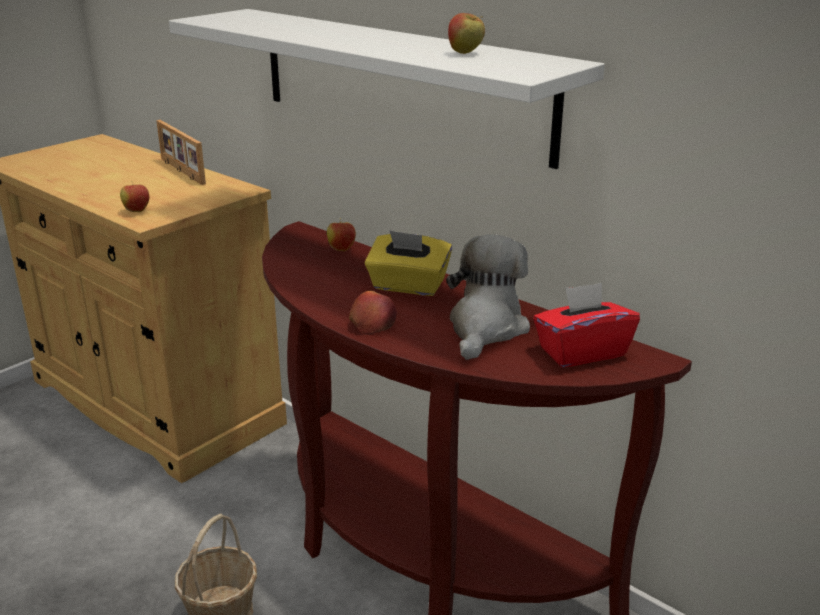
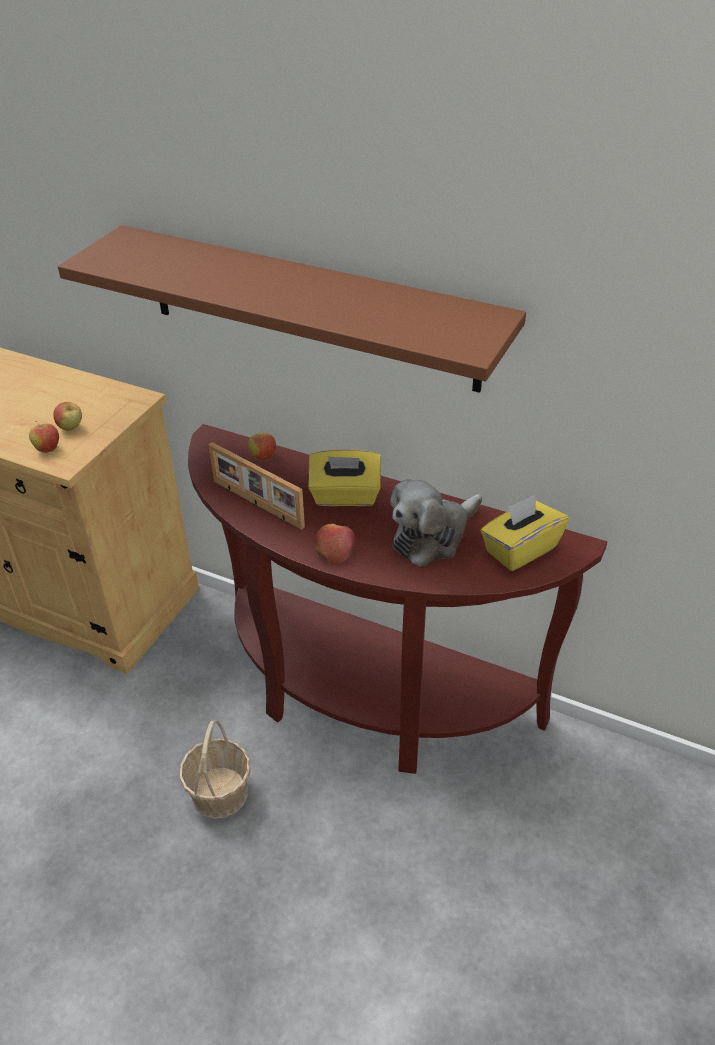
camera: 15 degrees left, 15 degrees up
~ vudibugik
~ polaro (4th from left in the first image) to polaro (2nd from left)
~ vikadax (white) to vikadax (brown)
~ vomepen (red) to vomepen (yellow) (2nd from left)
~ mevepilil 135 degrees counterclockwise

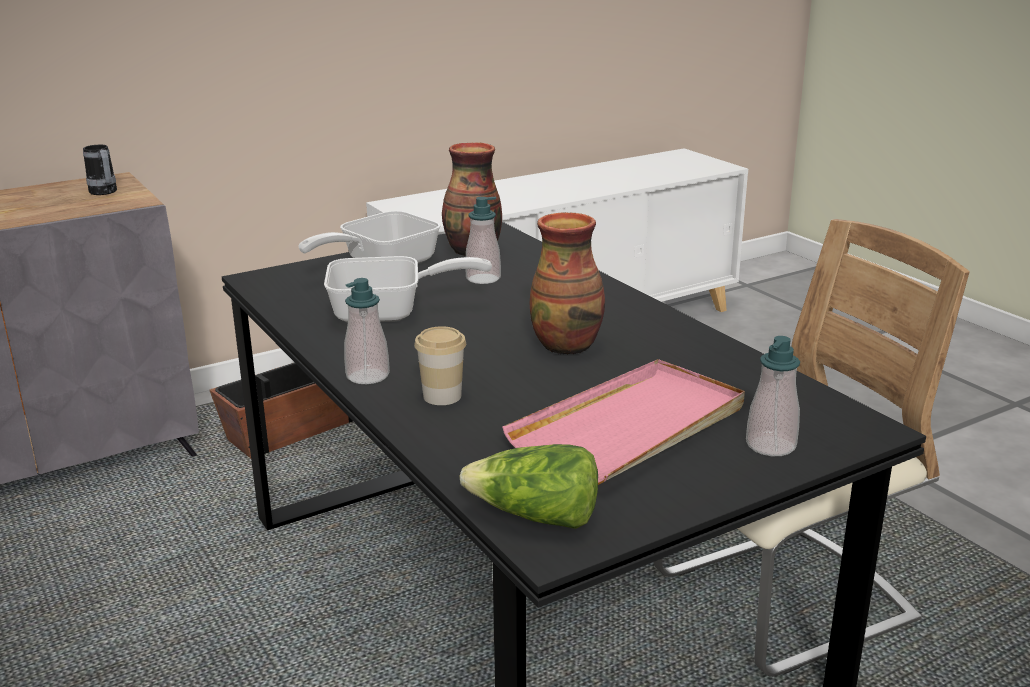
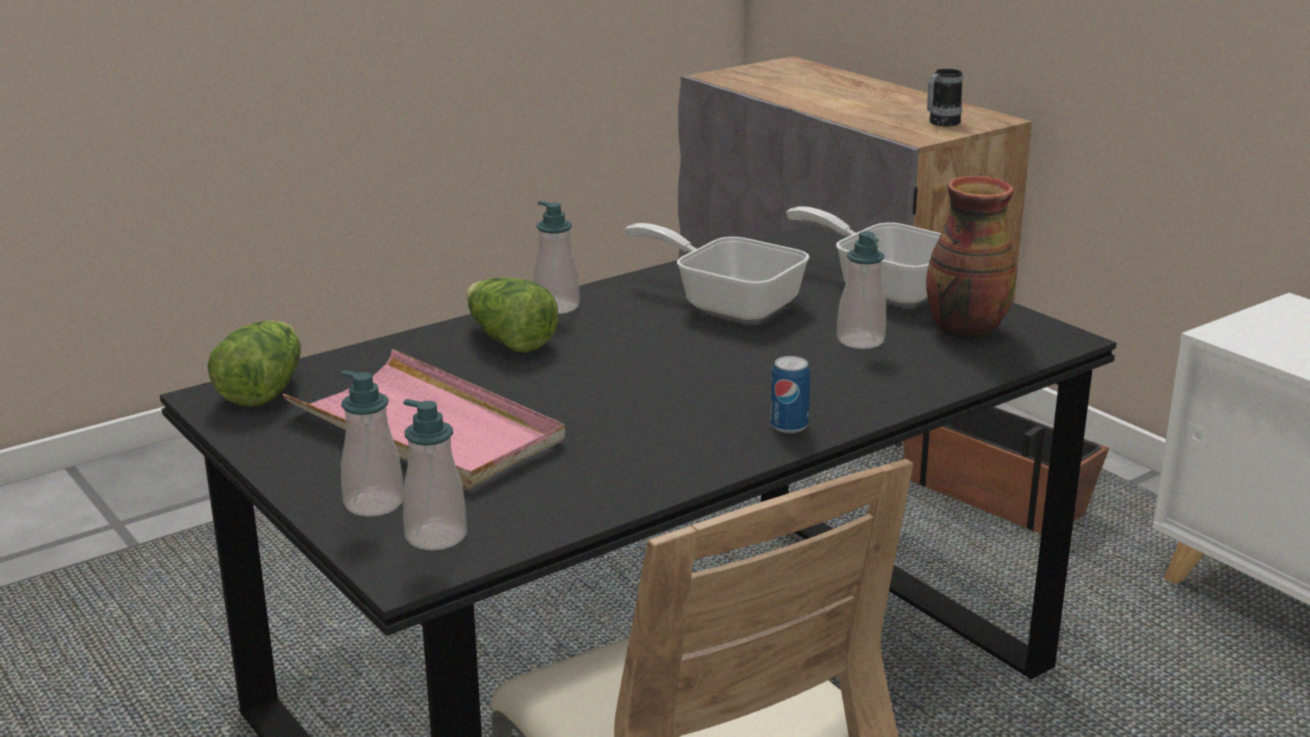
camera: 85 degrees right, 0 degrees up
- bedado (2nd from left)
+ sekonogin (2nd from left)
+ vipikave
~ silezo to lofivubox (2nd from left)
~ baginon (2nd from left in the first image) 135 degrees clockwise

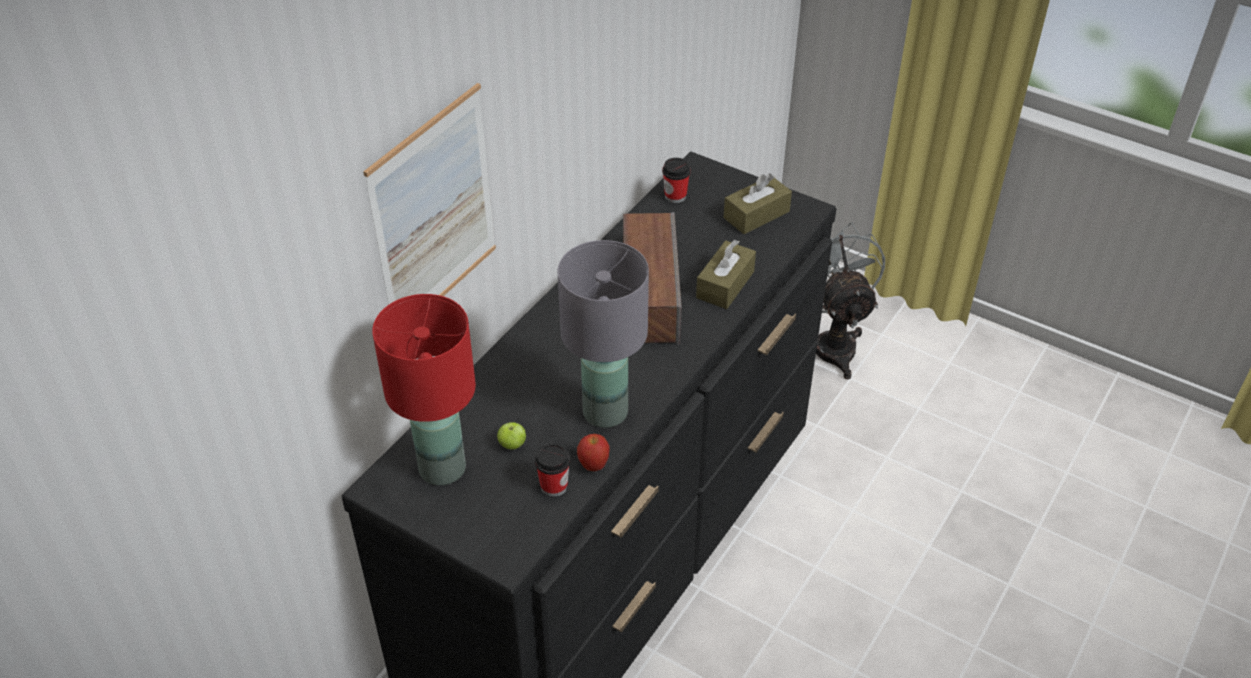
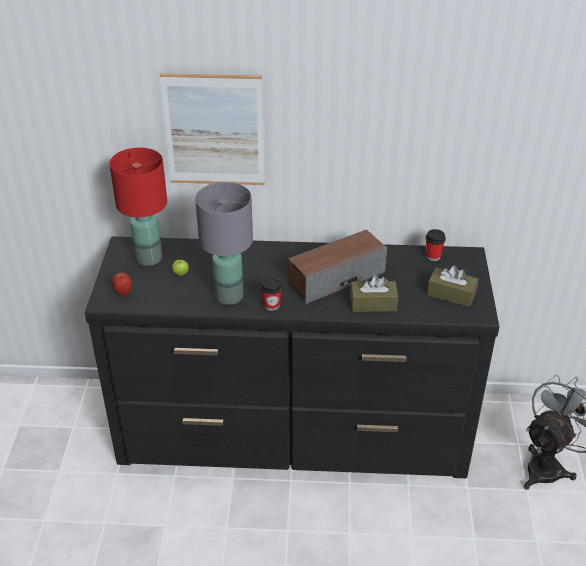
camera: 60 degrees right, 5 degrees down
~ silezo (1st from left)
~ polaro (2nd from left in the first image) to polaro (1st from left)

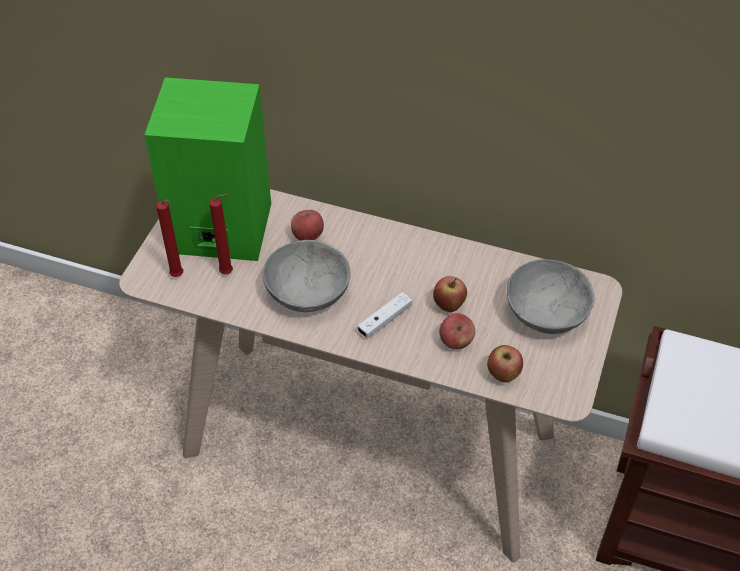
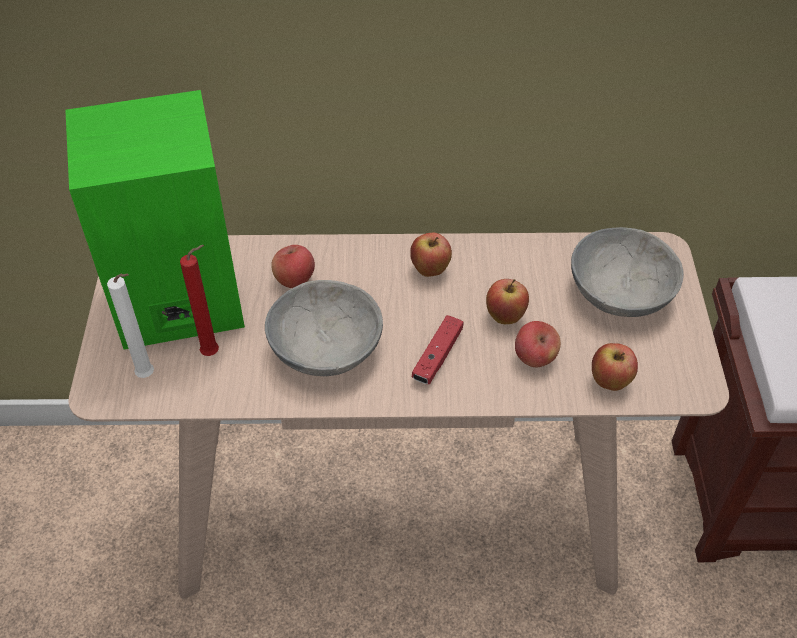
camera: 20 degrees left, 0 degrees up
+ polaro (2nd from left)
~ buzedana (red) (1st from left) to buzedana (white)
~ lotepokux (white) to lotepokux (red)

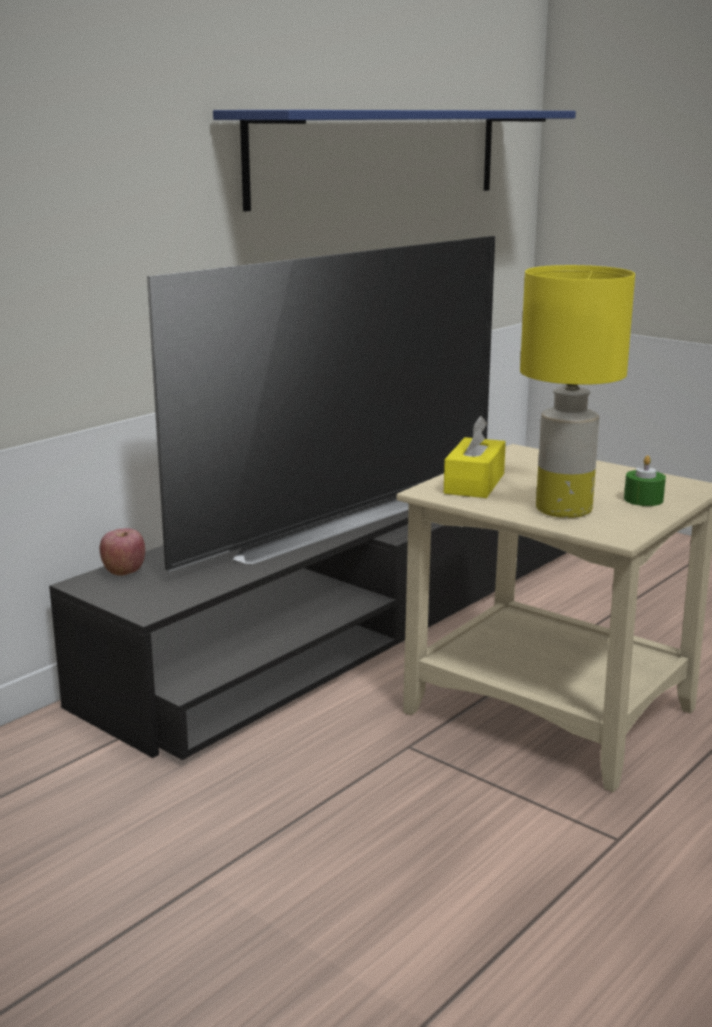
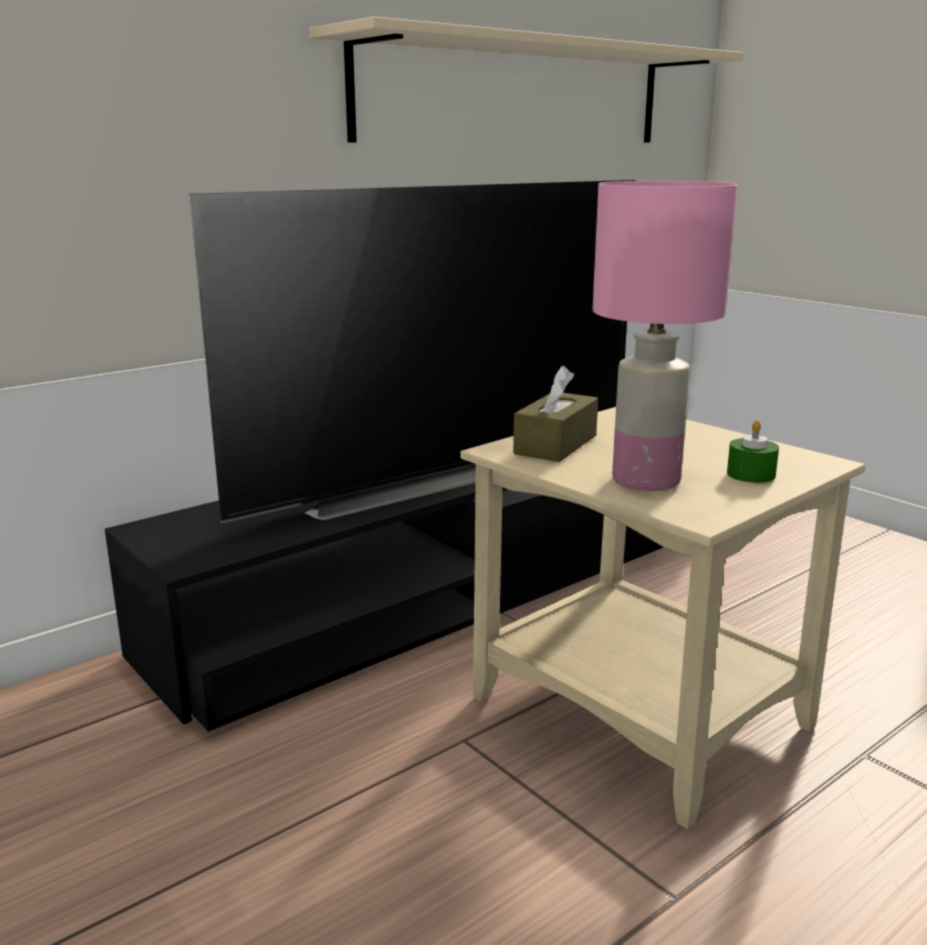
camera: 10 degrees right, 0 degrees up
- polaro
~ vikadax (blue) to vikadax (beige)
~ vomepen (yellow) to vomepen (brown)
~ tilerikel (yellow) to tilerikel (pink)

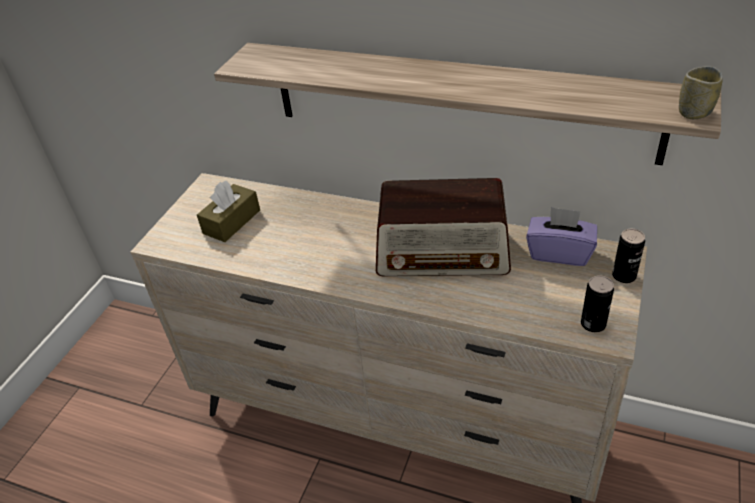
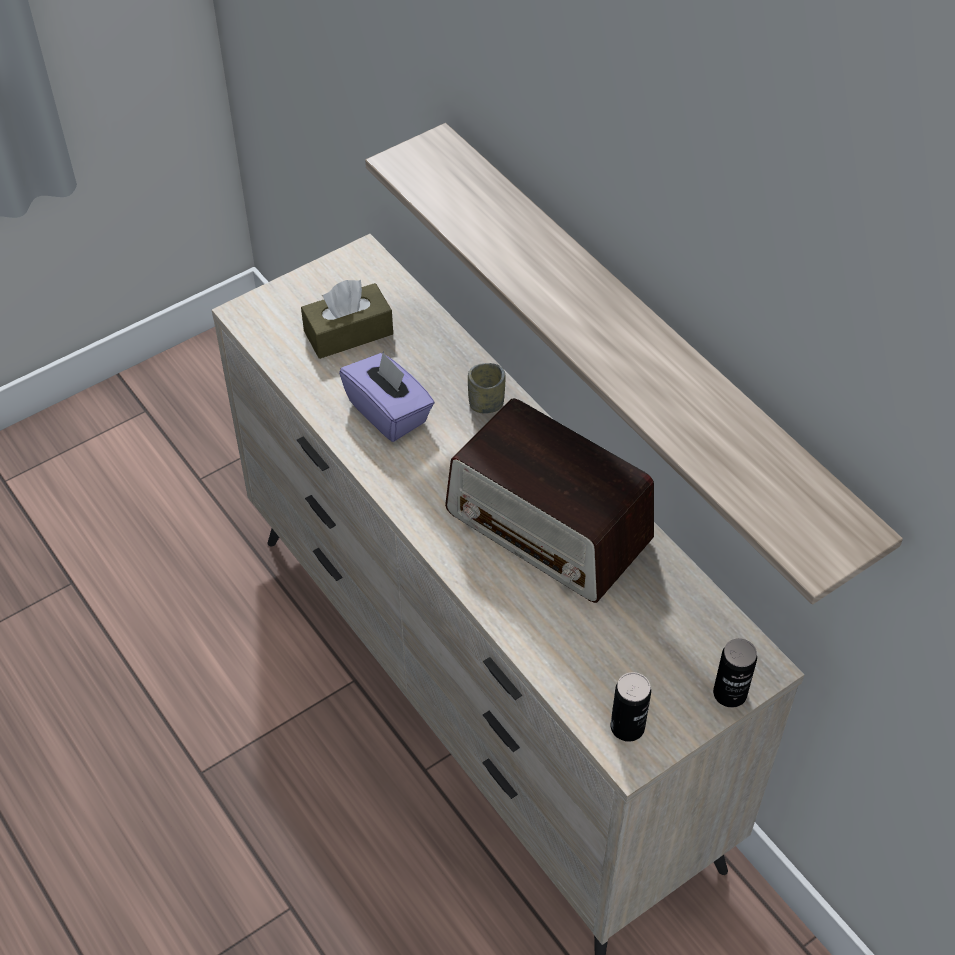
camera: 30 degrees right, 10 degrees up
~ vomepen (purple)
~ silezo

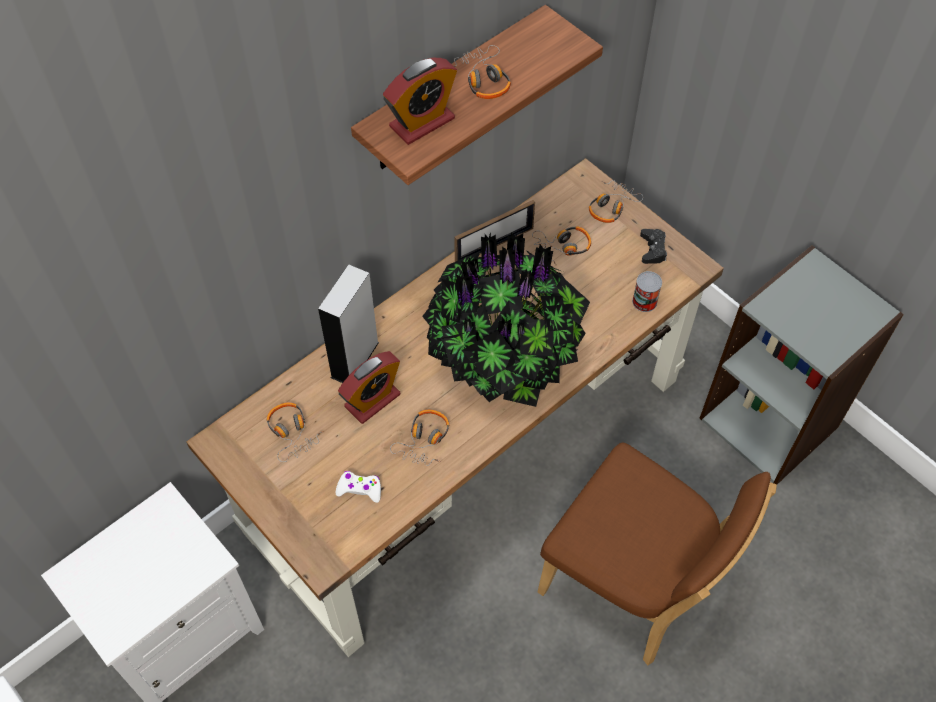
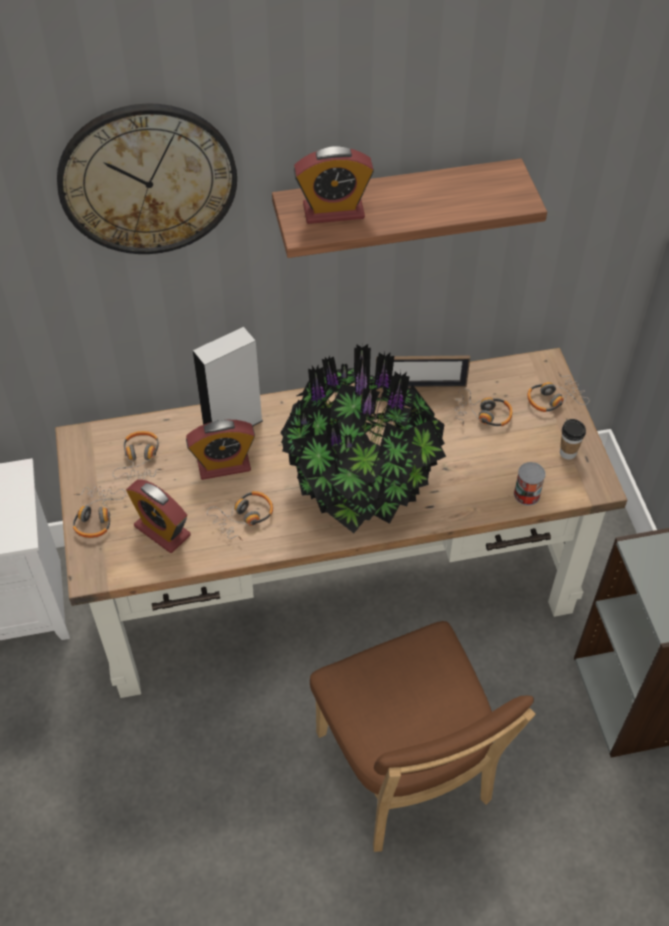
camera: 30 degrees right, 5 degrees down
+ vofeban
~ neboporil (3rd from left in the first image) to neboporil (1st from left)
~ lotepokux (white) to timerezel (1st from left)
~ lotepokux (black) to silezo

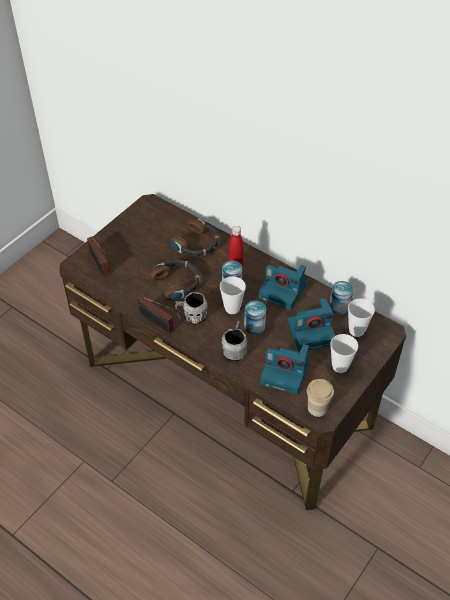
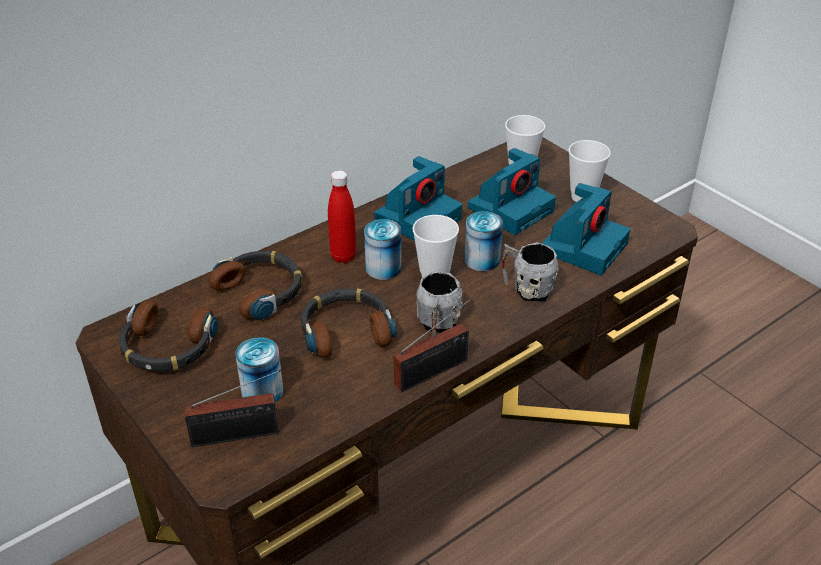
camera: 75 degrees left, 10 degrees down
- silezo (2nd from left)
+ neboporil (1st from left)
~ vipikave (3rd from left in the first image) to vipikave (1st from left)
~ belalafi (3rd from left in the first image) 45 degrees clockwise

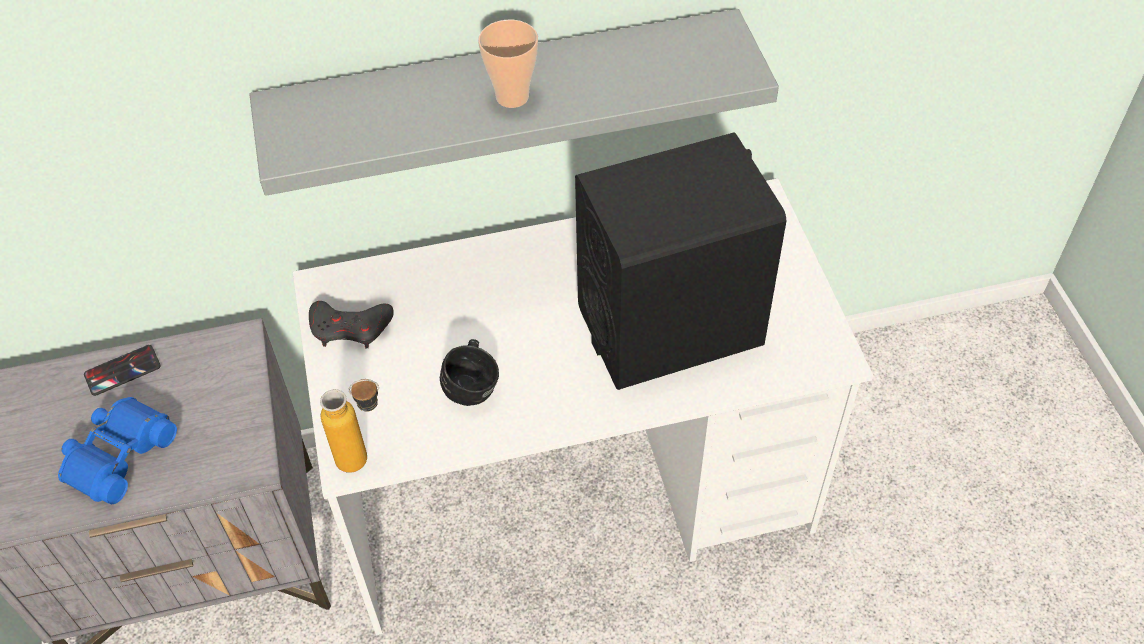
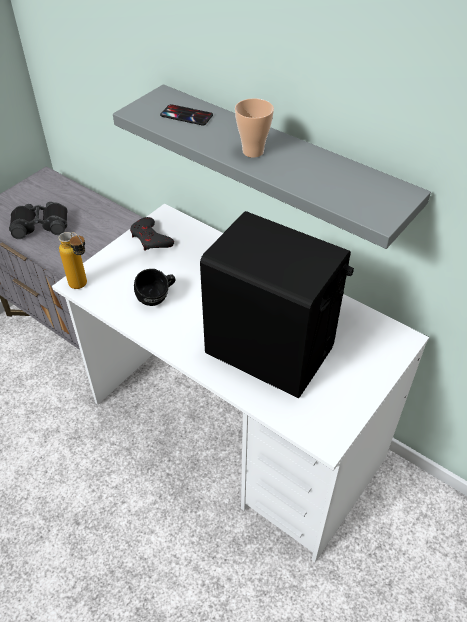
camera: 50 degrees right, 5 degrees down
~ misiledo
~ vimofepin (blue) to vimofepin (black)

